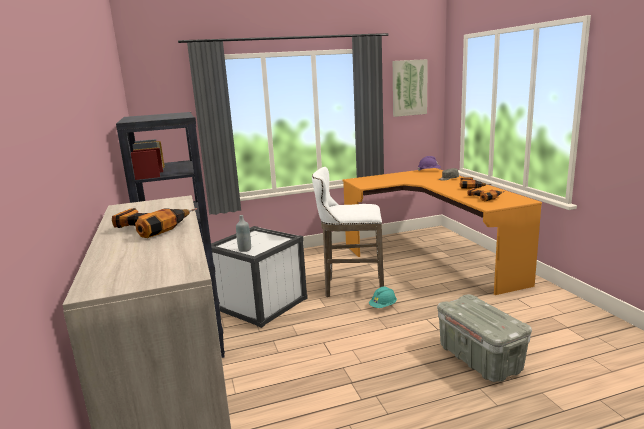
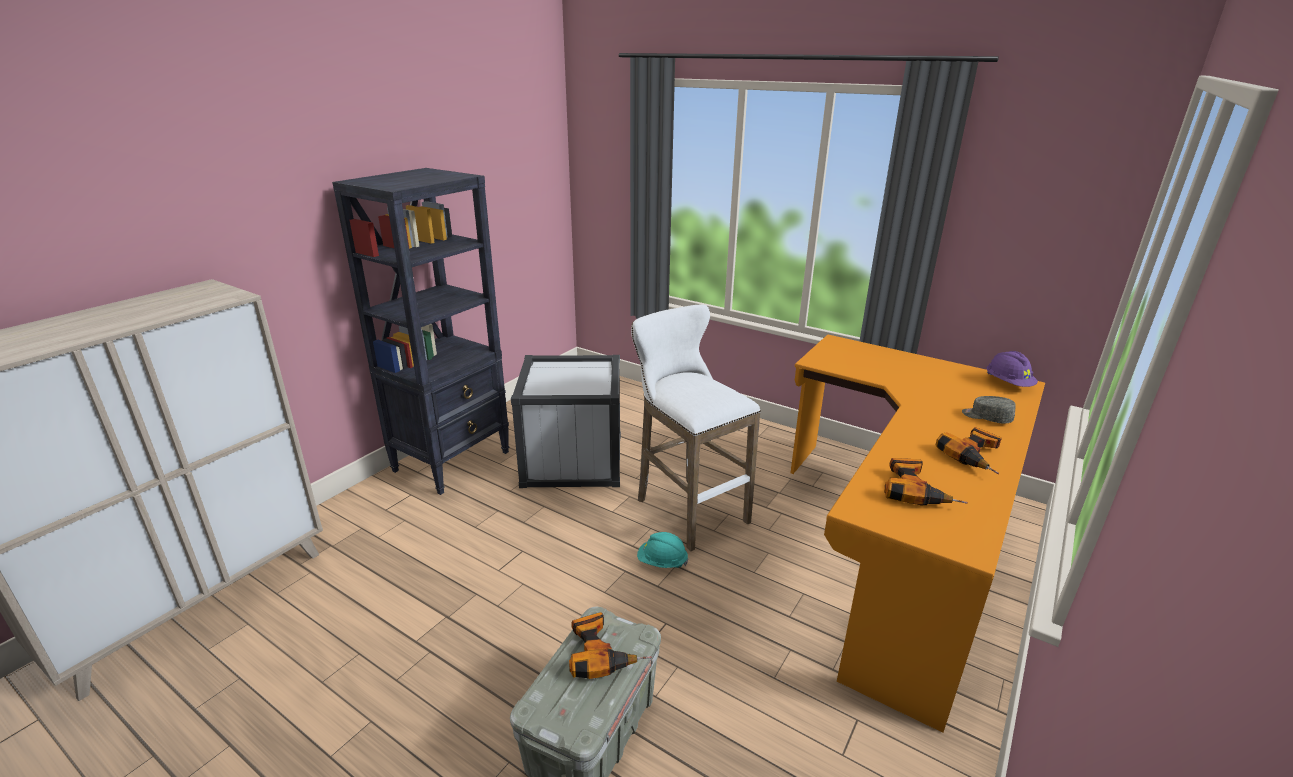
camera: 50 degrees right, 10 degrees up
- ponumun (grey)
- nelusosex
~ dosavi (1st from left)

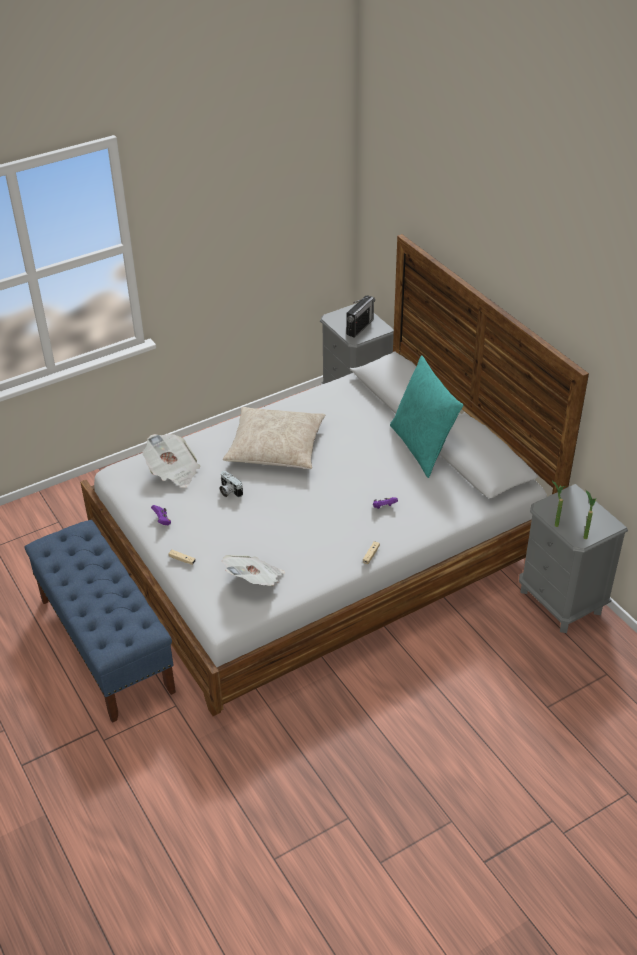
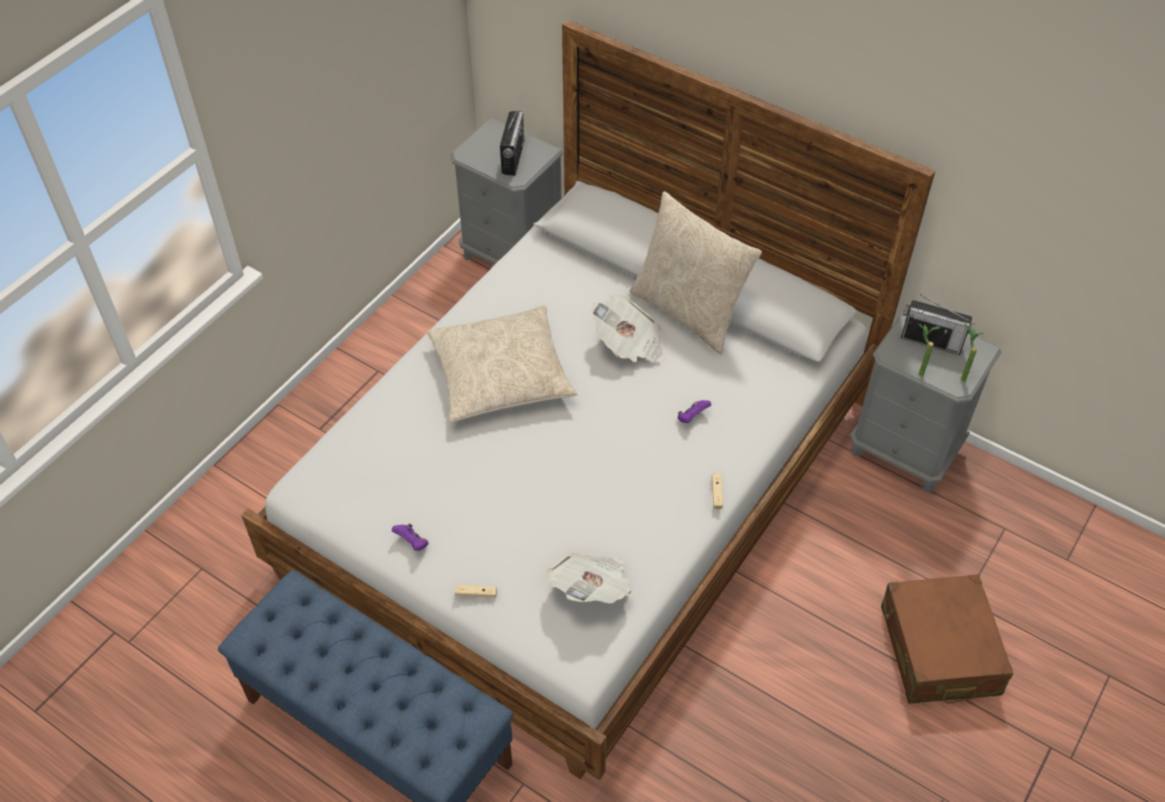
camera: 25 degrees left, 10 degrees up
- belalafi
+ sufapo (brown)
+ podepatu (2nd from left)
~ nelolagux (1st from left in the first image) to nelolagux (2nd from left)
~ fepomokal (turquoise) to fepomokal (beige) (2nd from left)

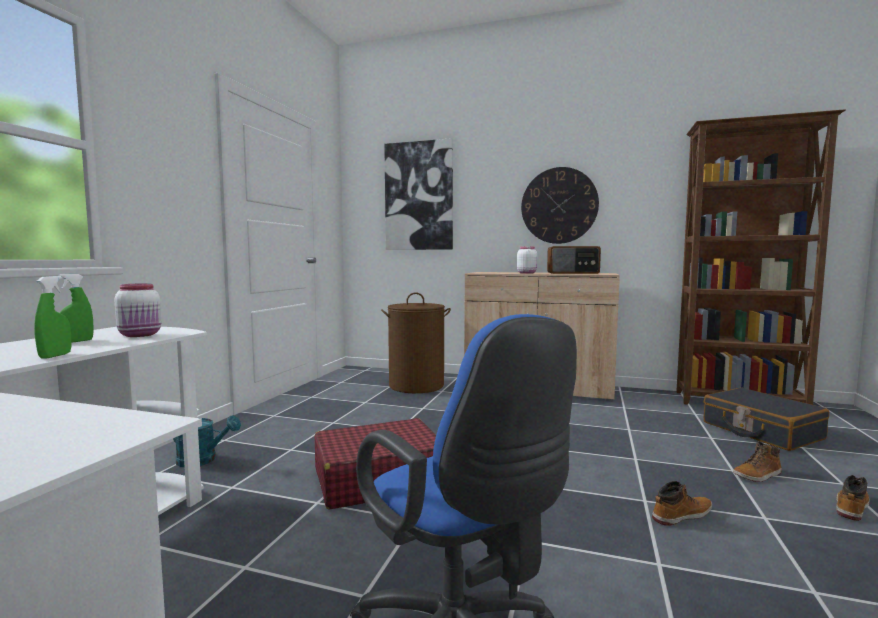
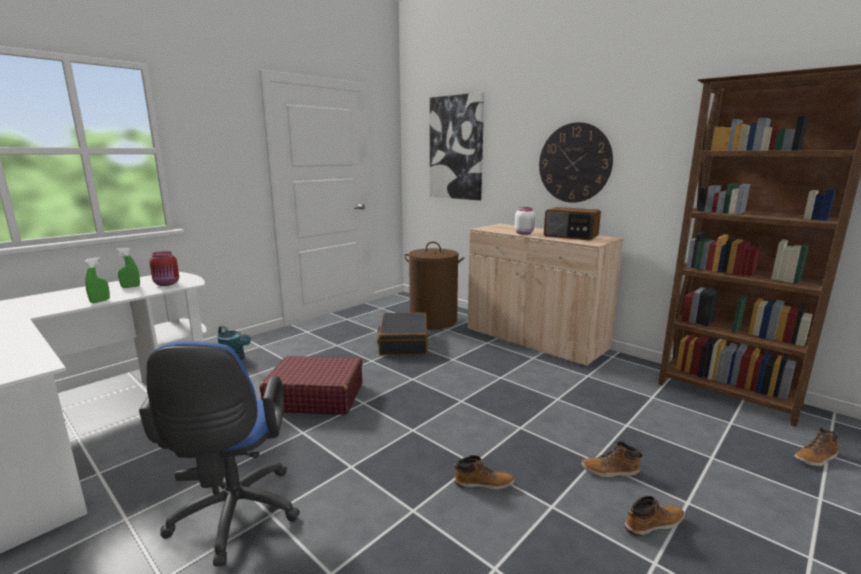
camera: 25 degrees right, 10 degrees up
+ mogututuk (4th from left)
~ sufapo (black)
~ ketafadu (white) (1st from left) to ketafadu (red)

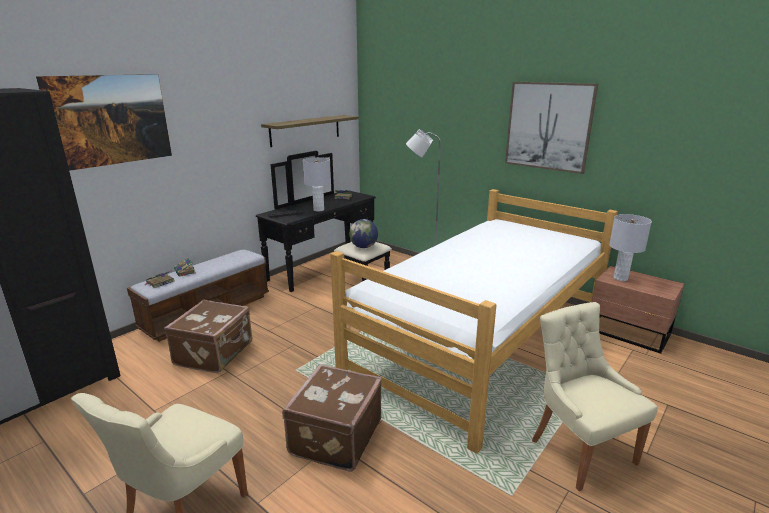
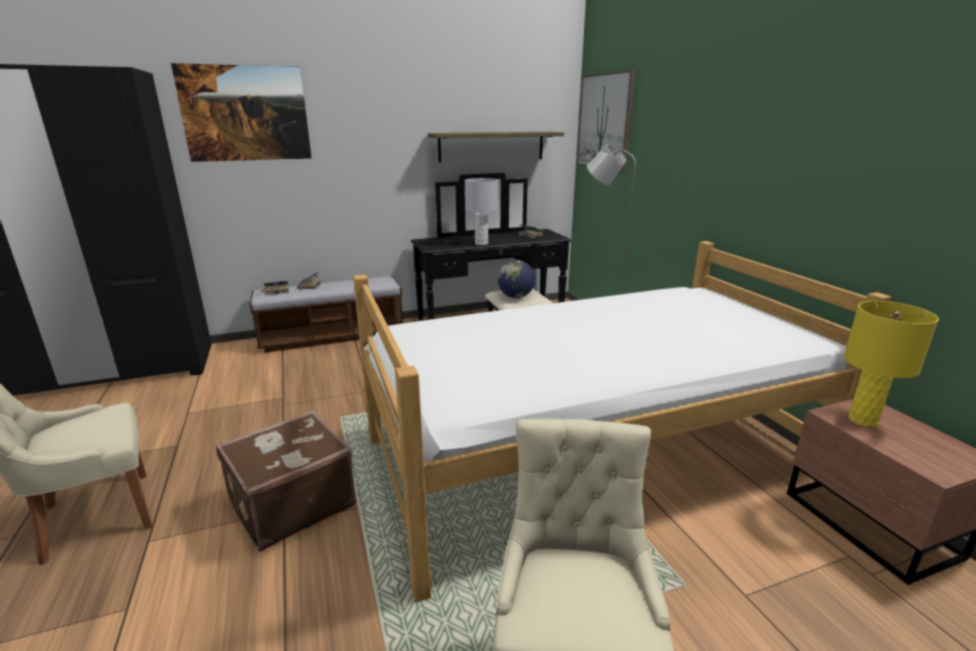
camera: 30 degrees right, 0 degrees up
- sufapo (brown) (1st from left)
~ nelusosex (2nd from left)
~ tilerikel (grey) (2nd from left) to tilerikel (yellow)

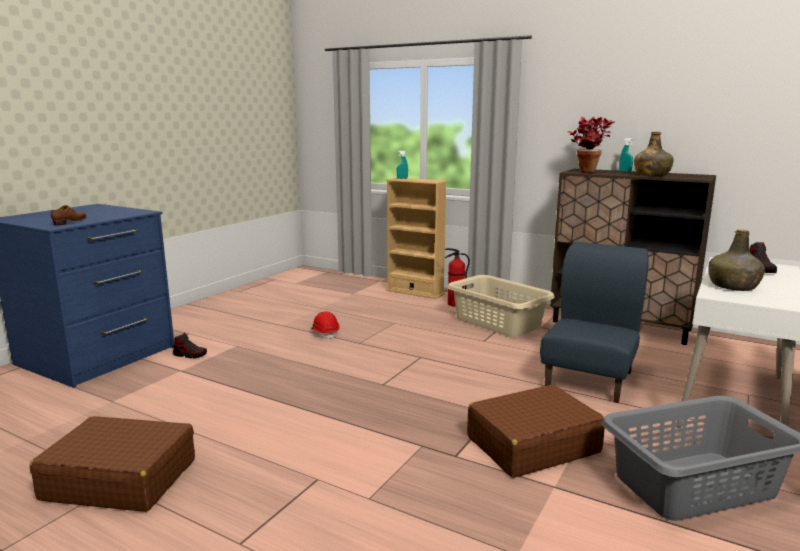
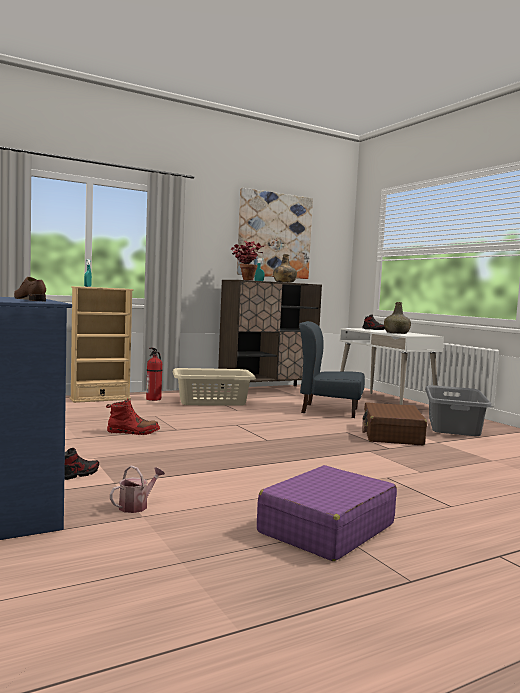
camera: 60 degrees left, 10 degrees down
+ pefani
+ nelusosex
~ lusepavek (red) to mogututuk (red)
~ sufapo (brown) (1st from left) to sufapo (purple)
~ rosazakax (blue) 45 degrees counterclockwise

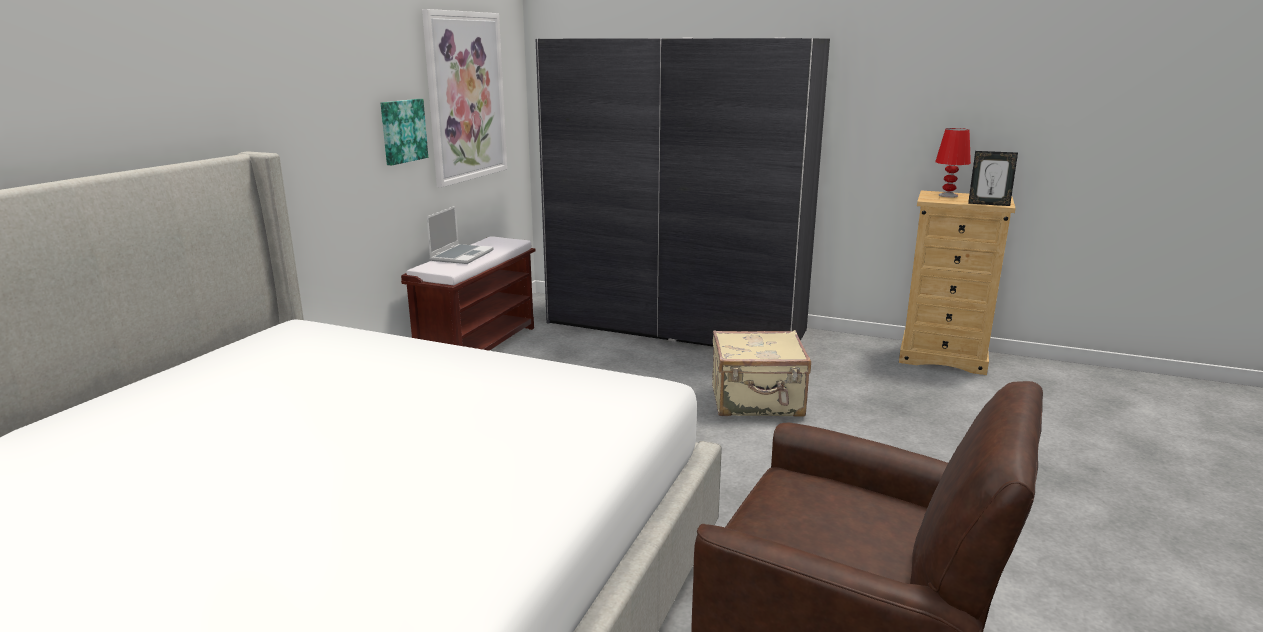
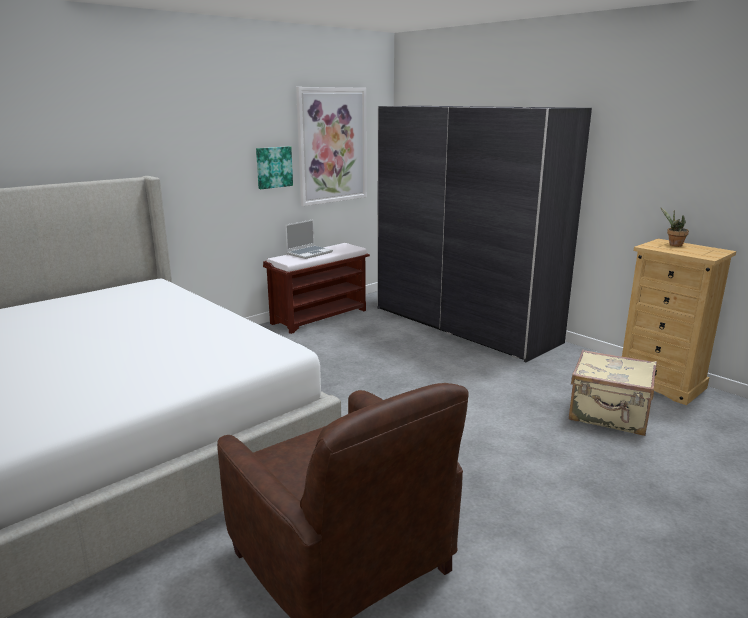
camera: 25 degrees right, 0 degrees up
- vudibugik
~ sufapo (beige)
~ tilerikel (red) to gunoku

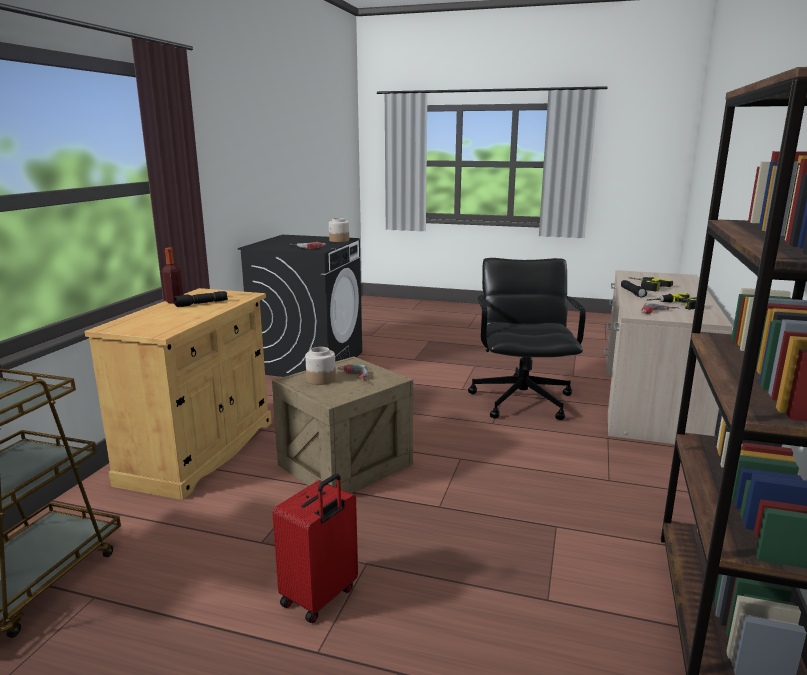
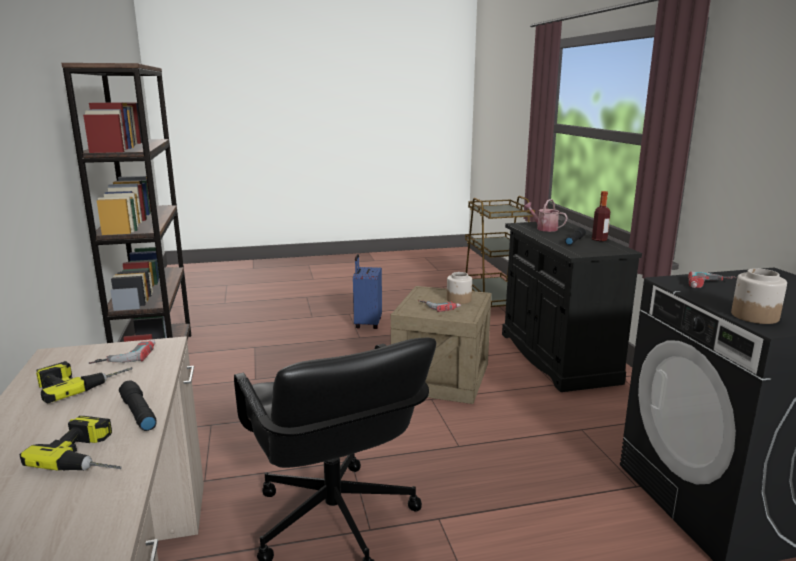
camera: 150 degrees right, 0 degrees up
+ pefani
~ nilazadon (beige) to nilazadon (black)
~ sufapo (red) to sufapo (blue)

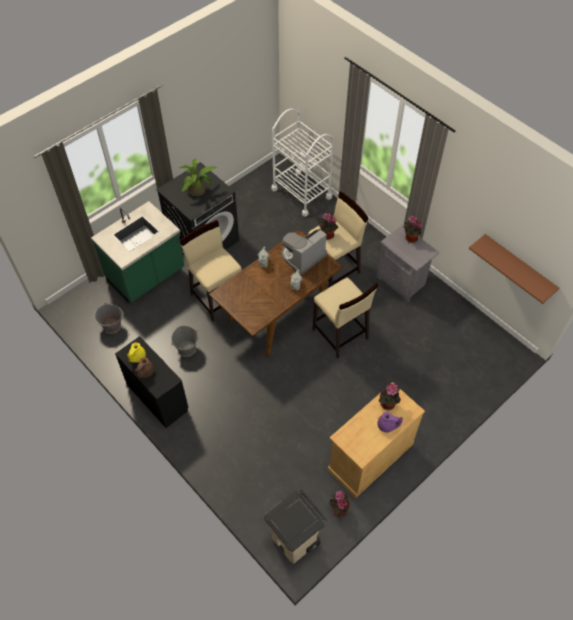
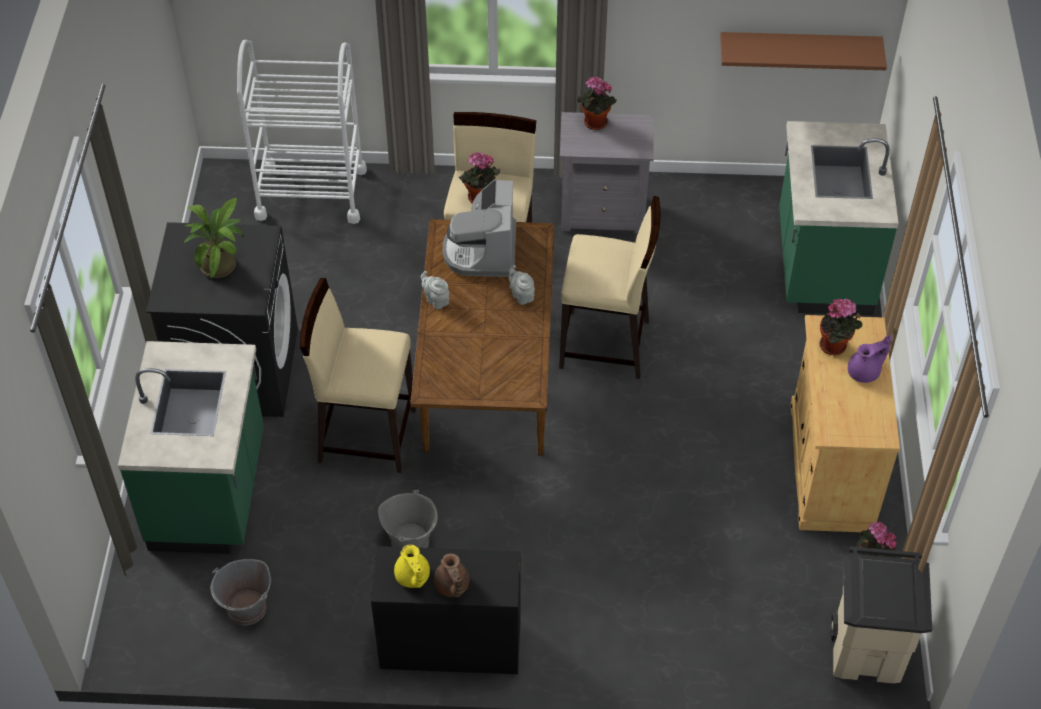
camera: 45 degrees left, 5 degrees down
+ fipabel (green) (2nd from left)

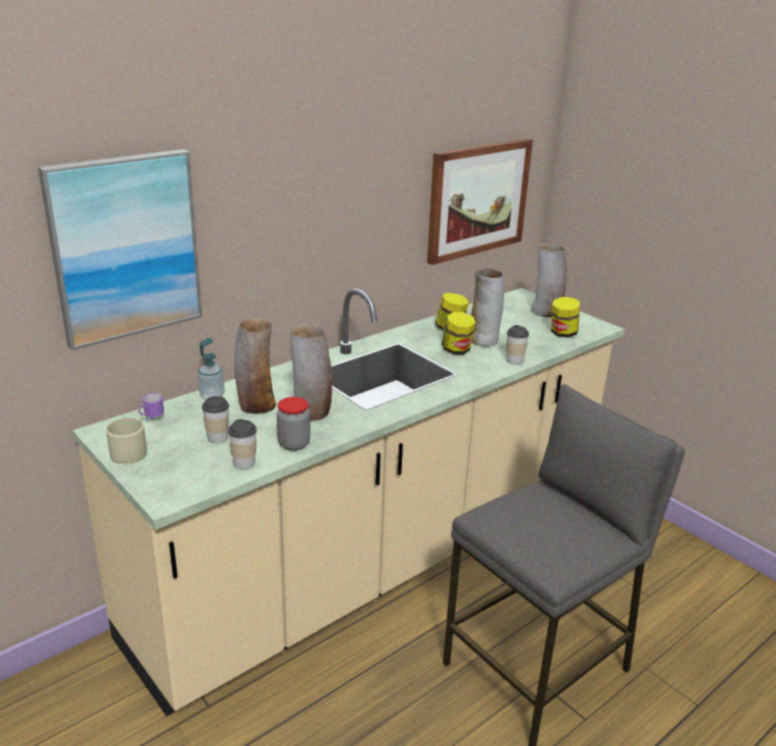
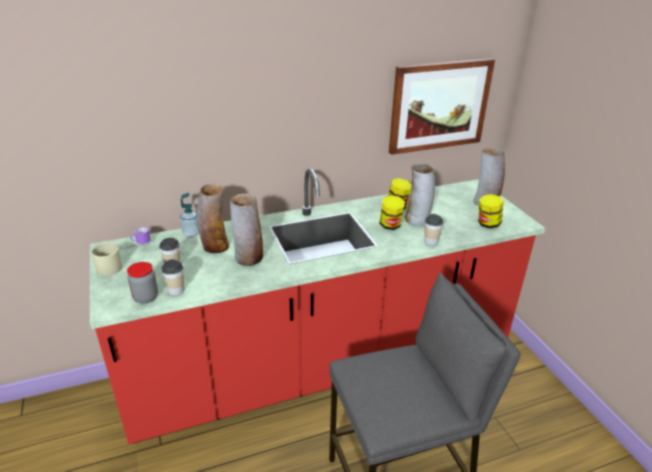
camera: 20 degrees right, 5 degrees up
- nelusosex (1st from left)
~ ketafadu (1st from left)
~ fipabel (beige) to fipabel (red)

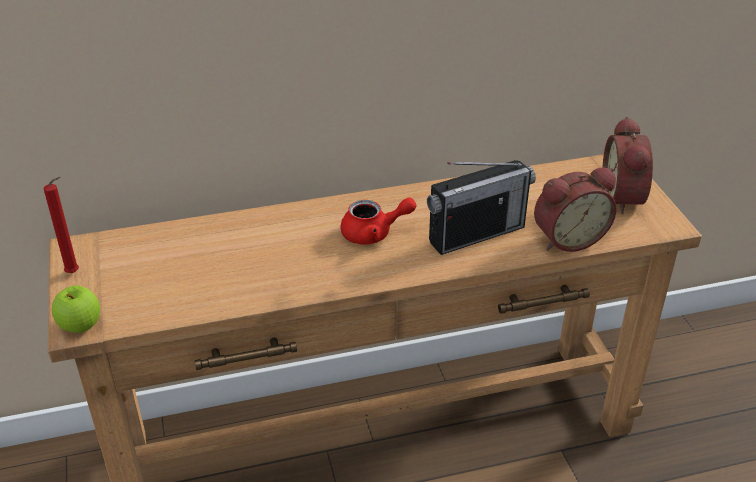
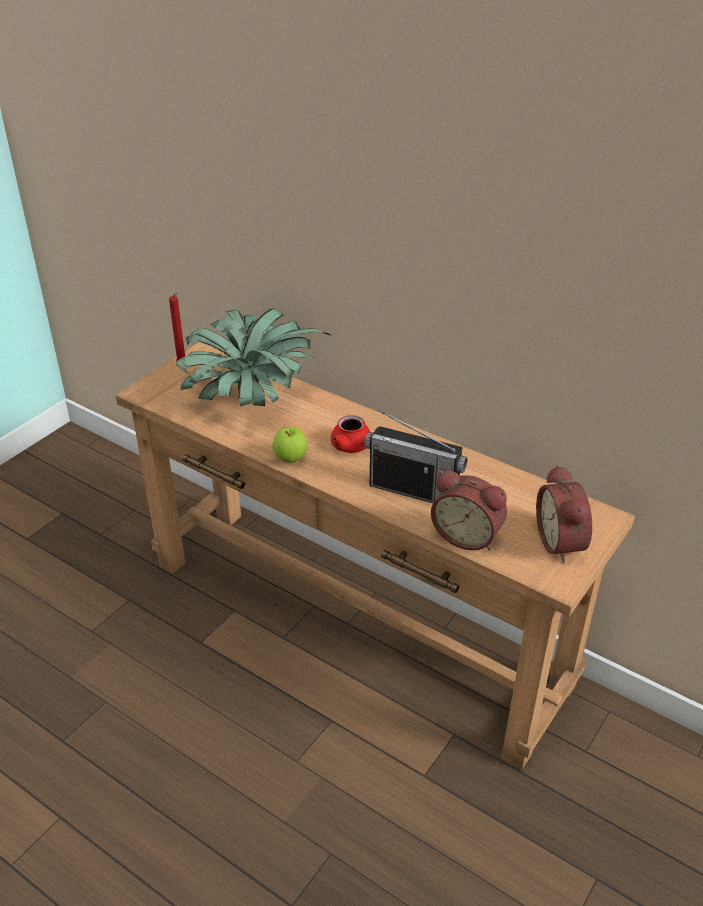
camera: 50 degrees right, 0 degrees up
+ gunoku
~ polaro
~ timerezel (2nd from left) 60 degrees counterclockwise

